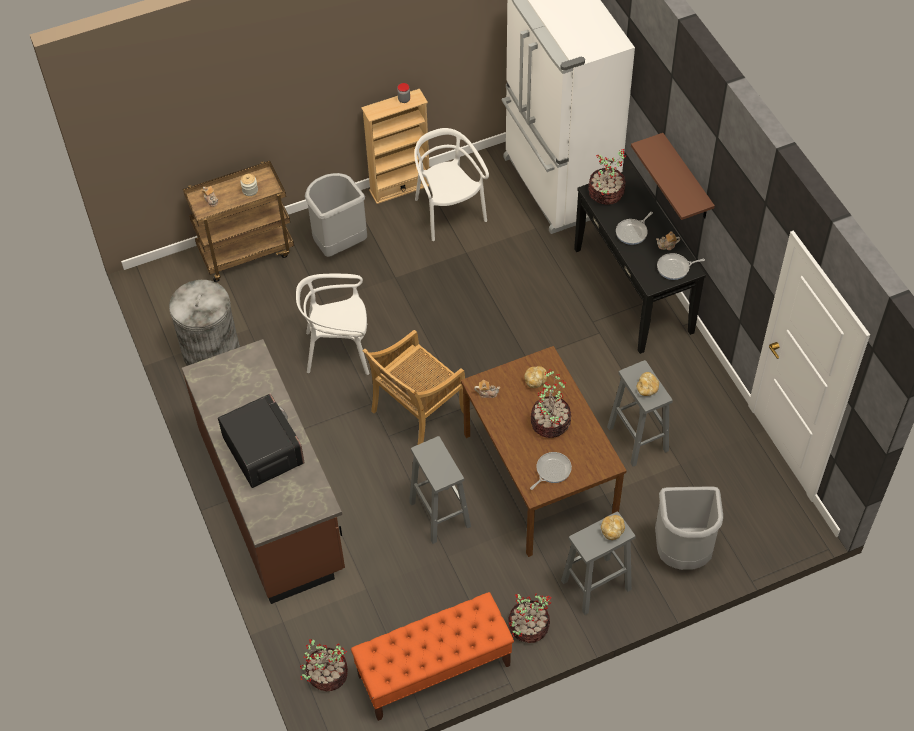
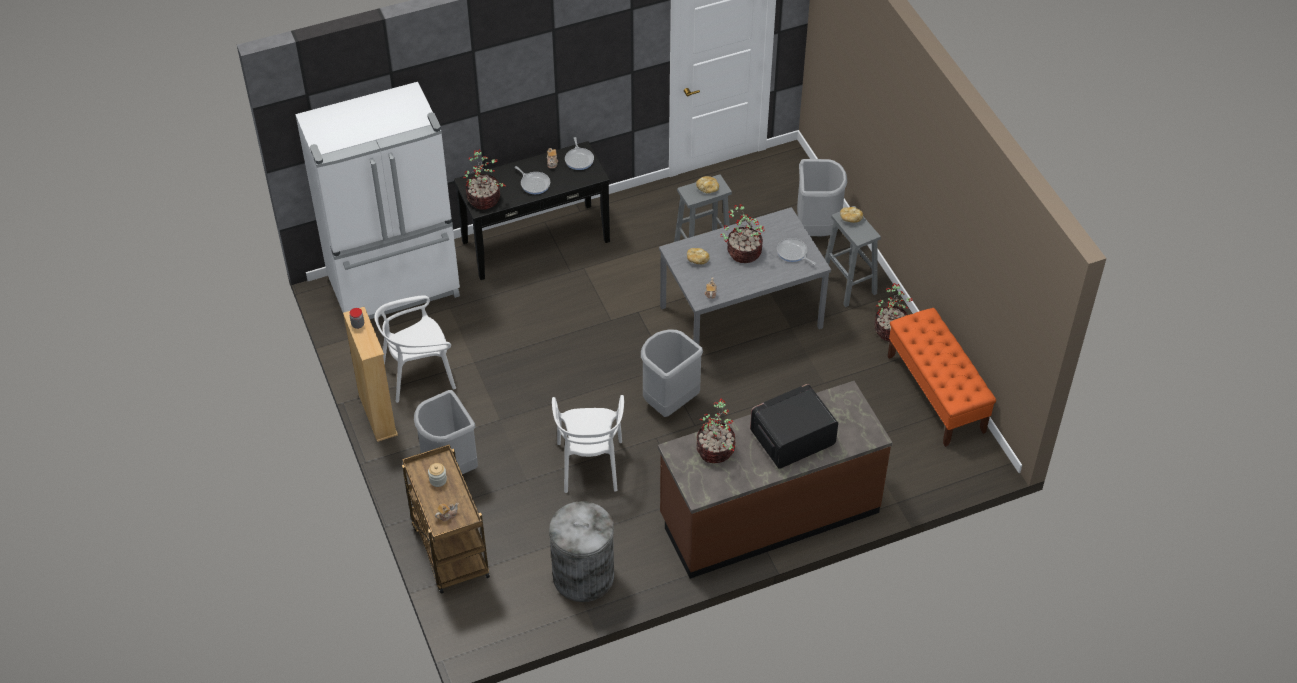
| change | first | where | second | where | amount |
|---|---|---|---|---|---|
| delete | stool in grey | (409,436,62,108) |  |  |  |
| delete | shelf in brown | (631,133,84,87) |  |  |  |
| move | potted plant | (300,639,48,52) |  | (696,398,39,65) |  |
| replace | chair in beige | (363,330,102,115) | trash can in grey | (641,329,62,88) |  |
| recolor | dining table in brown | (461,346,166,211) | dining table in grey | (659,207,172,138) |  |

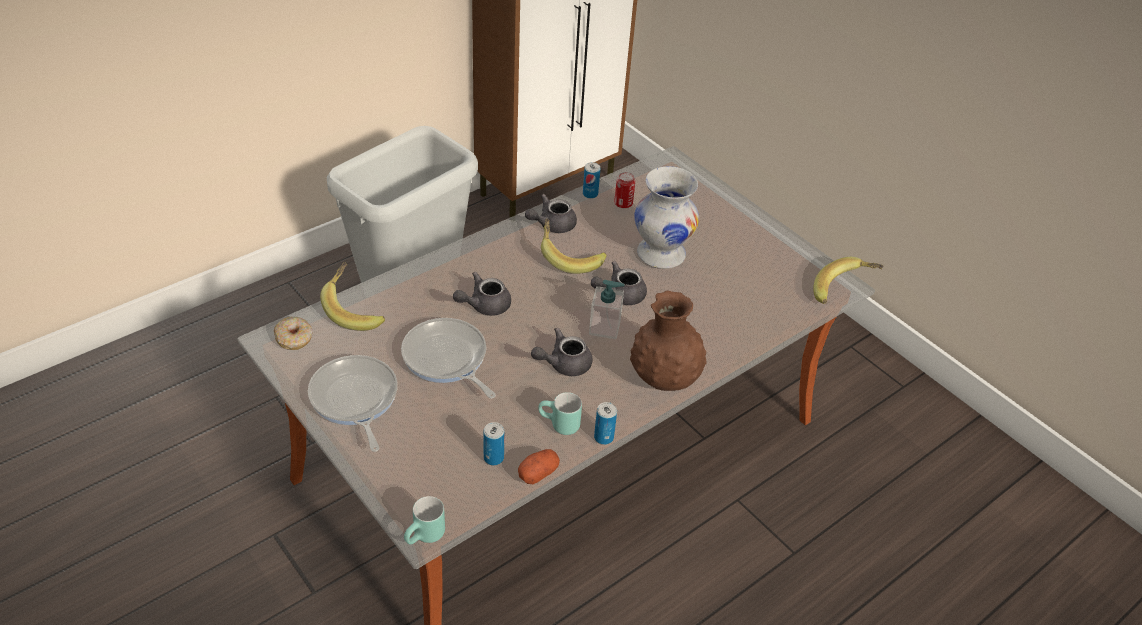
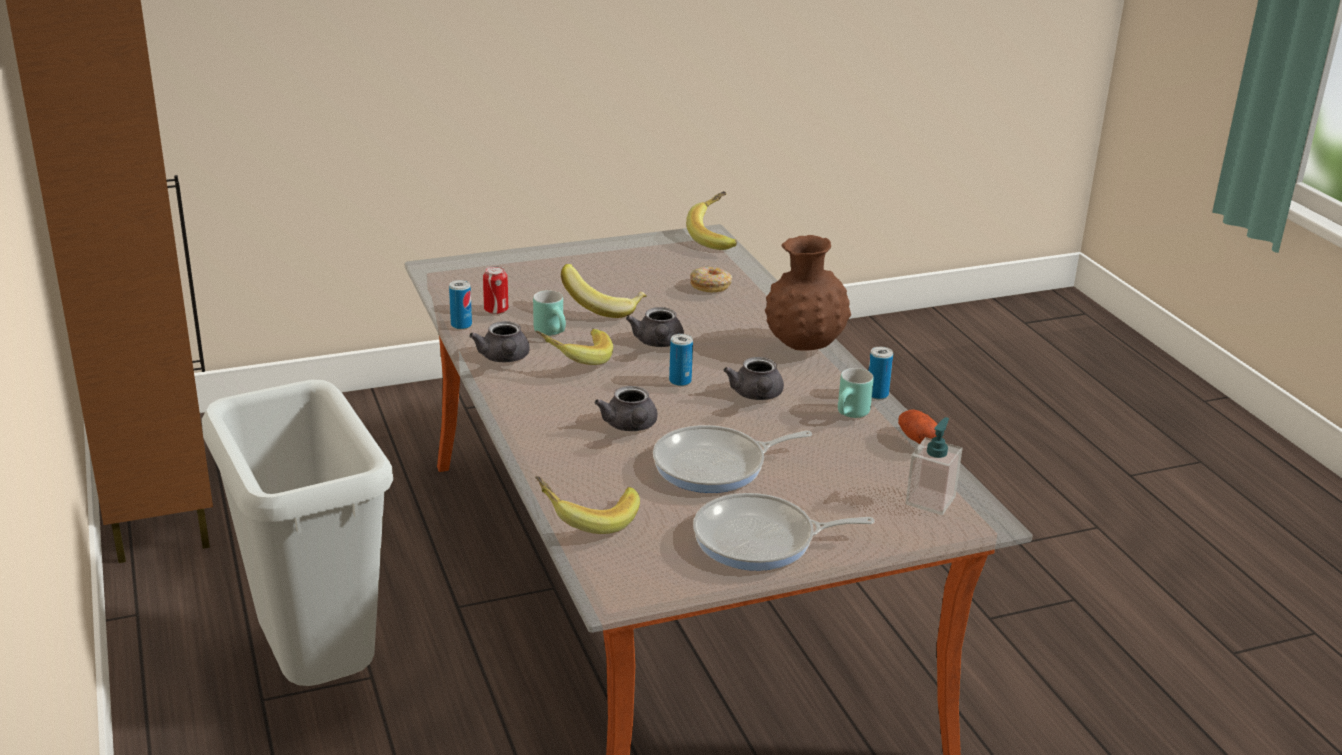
| change | first | where | second | where | amount |
|---|---|---|---|---|---|
| move | donut | (274,317,38,33) |  | (690,267,43,25) |  |
| move | mug in turquoise | (404,496,41,49) |  | (533,290,33,46) |  |
| move | can | (483,422,21,44) |  | (669,334,24,52) |  |
| move | soap dispenser | (589,280,36,59) |  | (906,417,56,98) |  |
| replace | vase in white | (634,166,65,103) | banana | (561,264,86,54) |  |

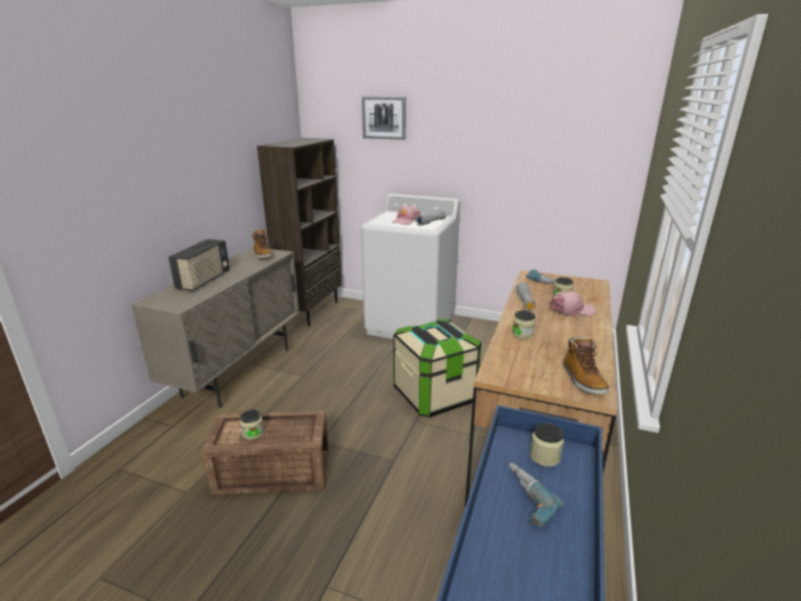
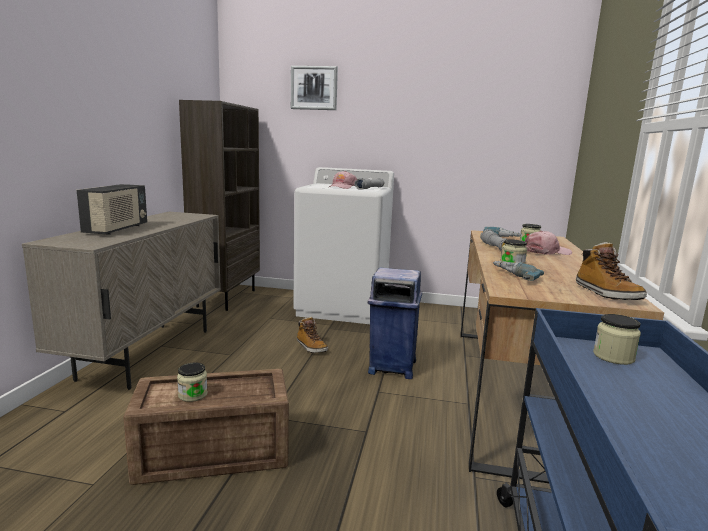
| change | first | where | second | where | amount |
|---|---|---|---|---|---|
| move | boot | (252,229,21,30) |  | (297,317,31,36) |  |
| move | power drill | (509,462,55,66) |  | (493,261,51,20) |  |
| replace | storage box | (393,319,88,98) | trash can in blue | (368,268,54,111) |  |

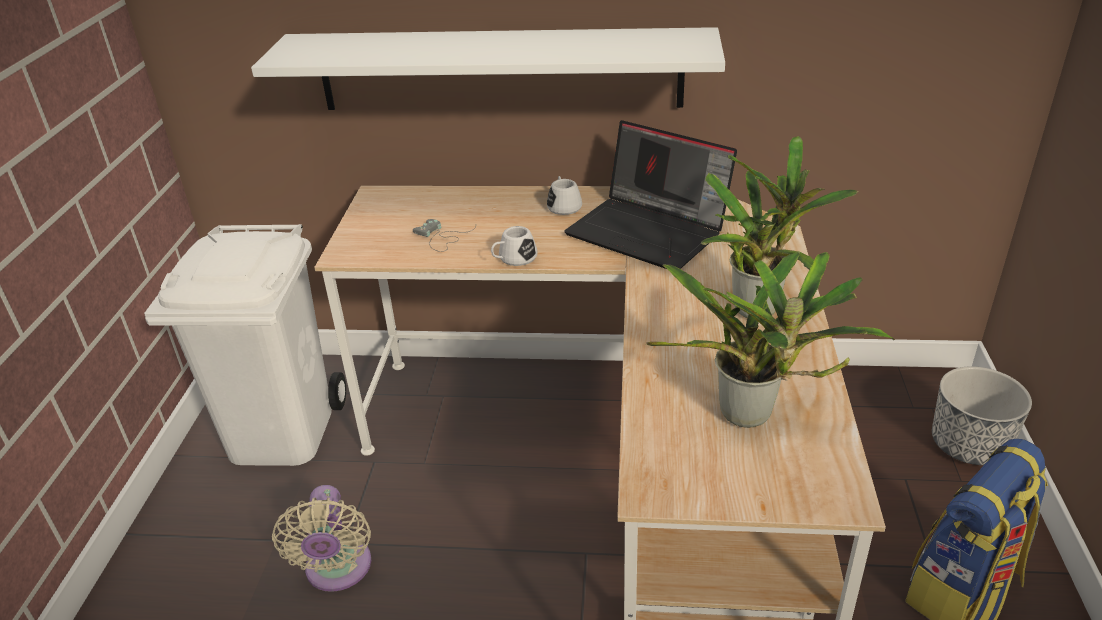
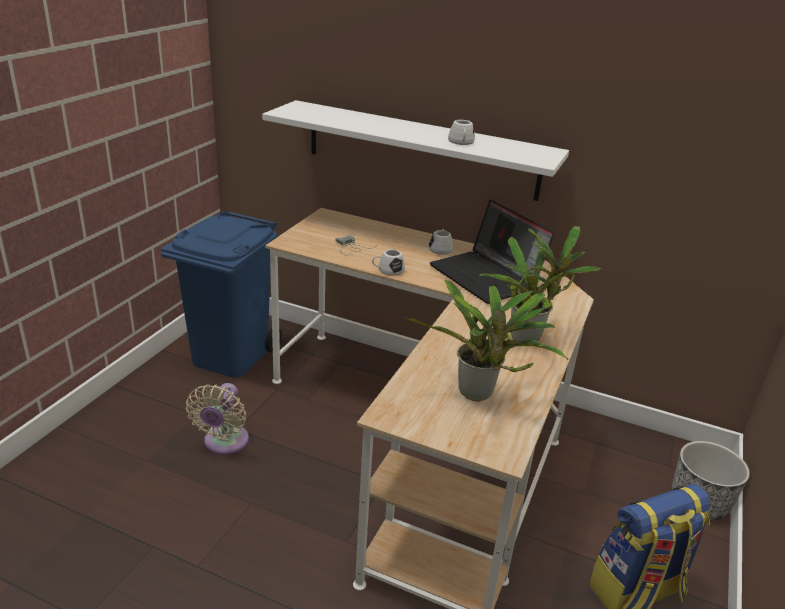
| change | first | where | second | where | amount |
|---|---|---|---|---|---|
| insert |  |  | mug in white | (448,120,27,25) |  |
| recolor | trash can in white | (144,224,202,242) | trash can in blue | (161,212,121,165) |  |

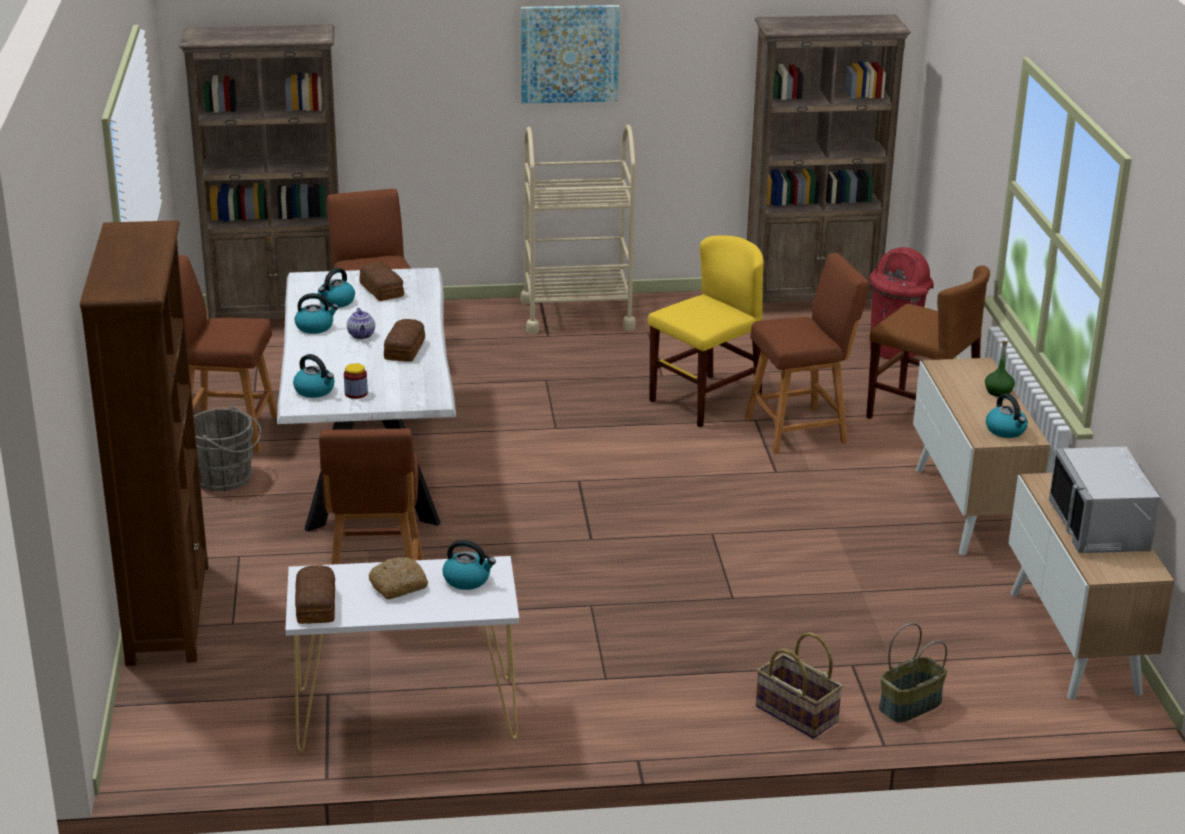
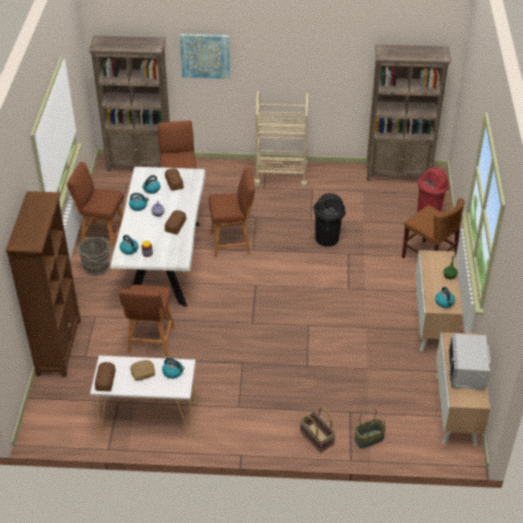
| change | first | where | second | where | amount |
|---|---|---|---|---|---|
| move | picture | (521,5,99,99) |  | (180,34,50,45) |  |
| move | stool in brown | (745,253,124,201) |  | (209,167,46,90) |  |
| replace | chair in yellow | (648,235,116,192) | trash can in black | (314,193,32,54) |  |

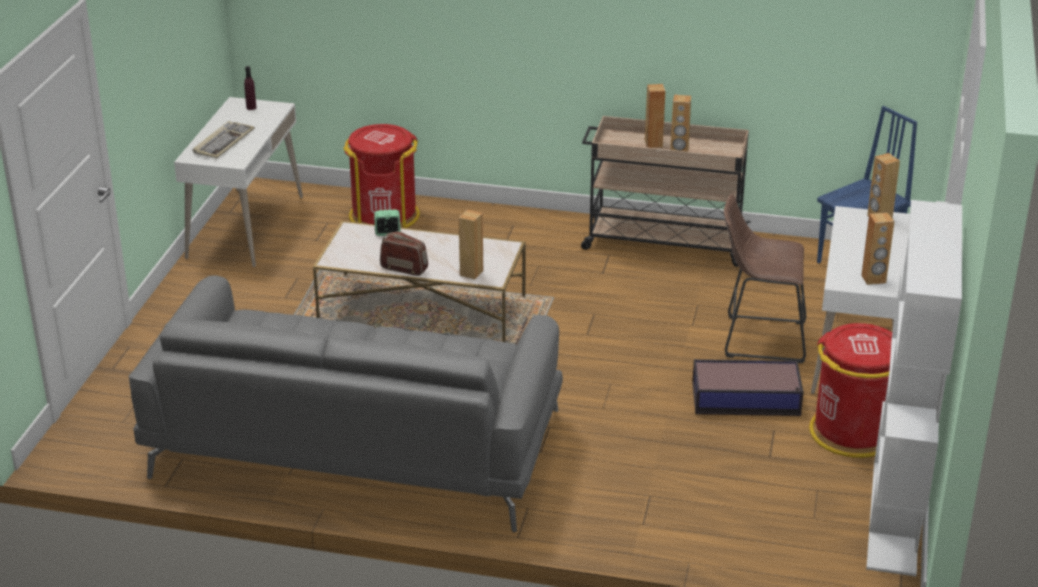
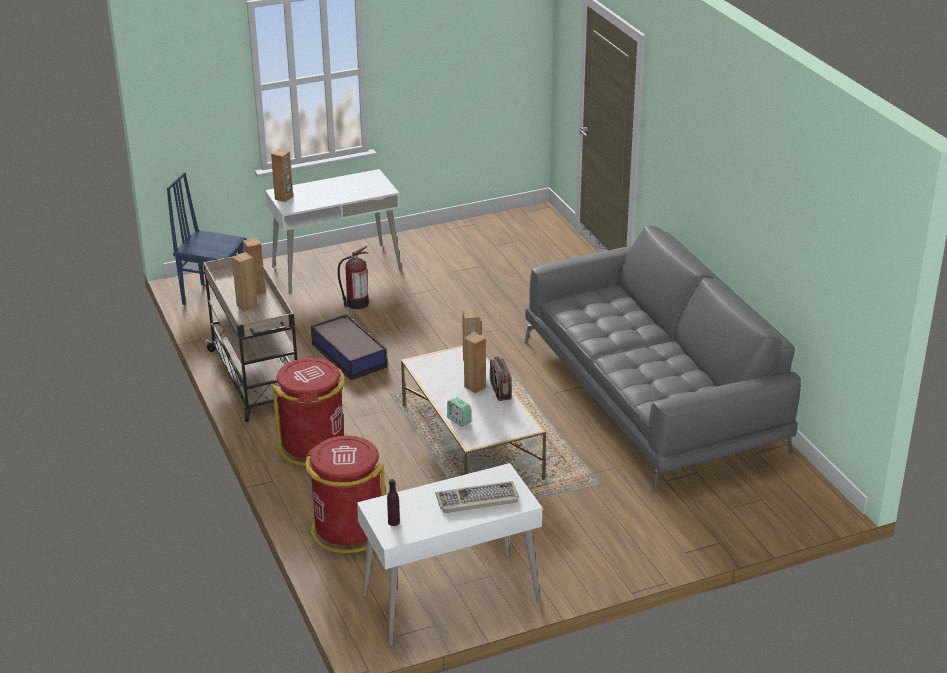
| change | first | where | second | where | amount |
|---|---|---|---|---|---|
| delete | bookcase in white | (866,200,96,376) |  |  |  |
| move | storage box | (692,359,112,57) |  | (311,314,76,66) |  |
| move | trash can in red | (809,323,83,135) |  | (272,358,74,108) |  |
| move | speaker in brown | (861,212,34,73) |  | (464,332,22,61) |  |
| replace | stool in brown | (724,194,82,169) | fire extinguisher | (338,246,31,63) |  |

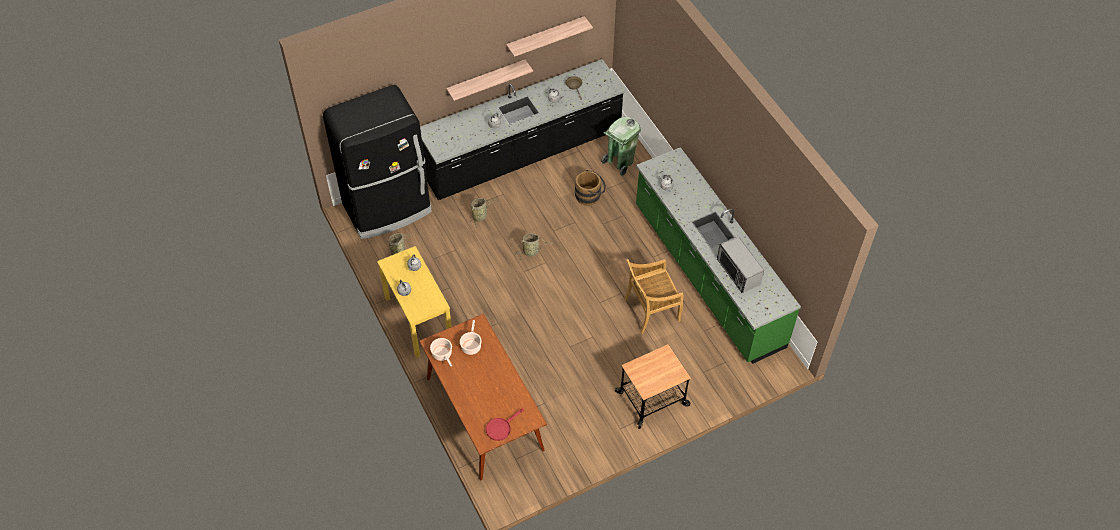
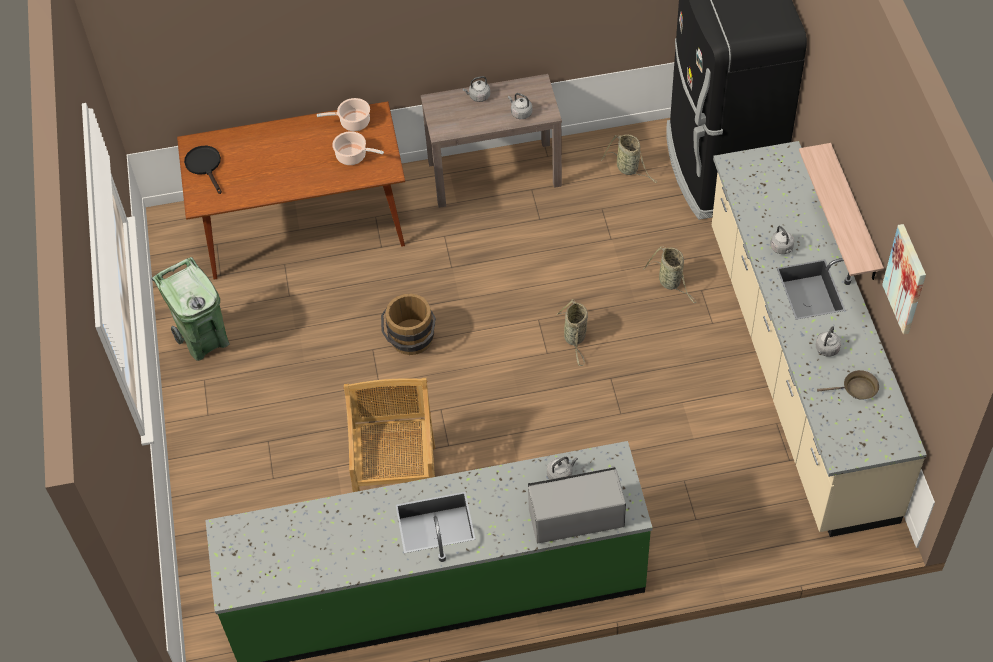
| change | first | where | second | where | amount |
|---|---|---|---|---|---|
| delete | cart | (615,344,76,85) |  |  |  |
| move | bucket in brown | (575,170,31,36) |  | (381,294,55,61) |  |
| move | trash can in green | (601,117,40,59) |  | (151,257,78,104) |  |
| move | microwave | (717,236,47,57) |  | (528,467,98,76) |  |
| replace | shelf | (506,16,87,41) | picture | (882,224,44,110) |  |
| recolor | console table in yellow | (377,246,75,112) | console table in brown | (421,74,141,134) |  |
| recolor | counter in black | (420,59,206,141) | counter in beige | (712,141,215,396) |  |
| recolor | frying pan in red | (486,408,37,33) | frying pan in black | (184,146,38,48) |  |

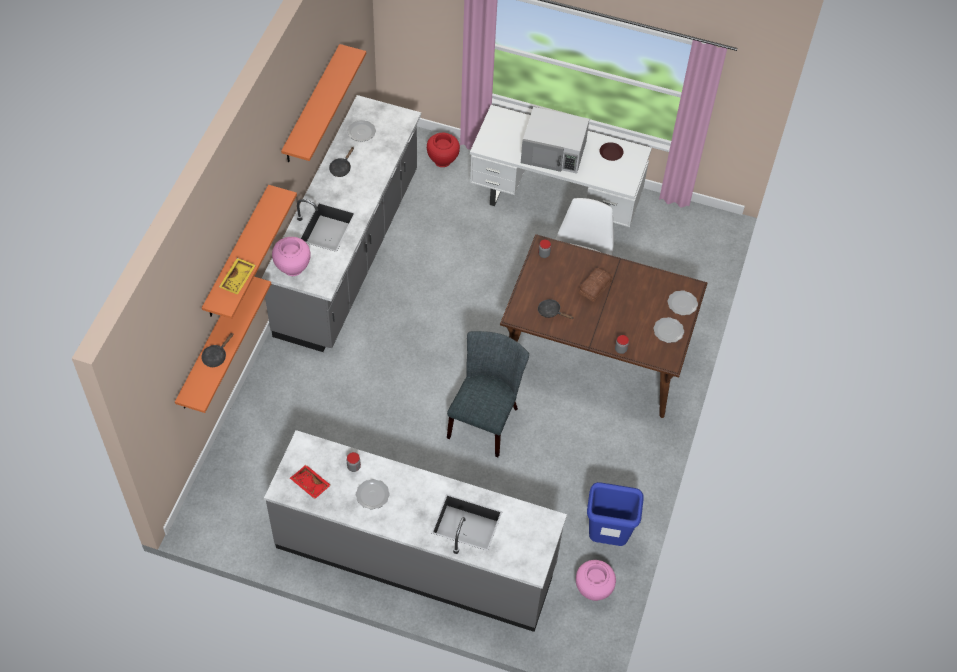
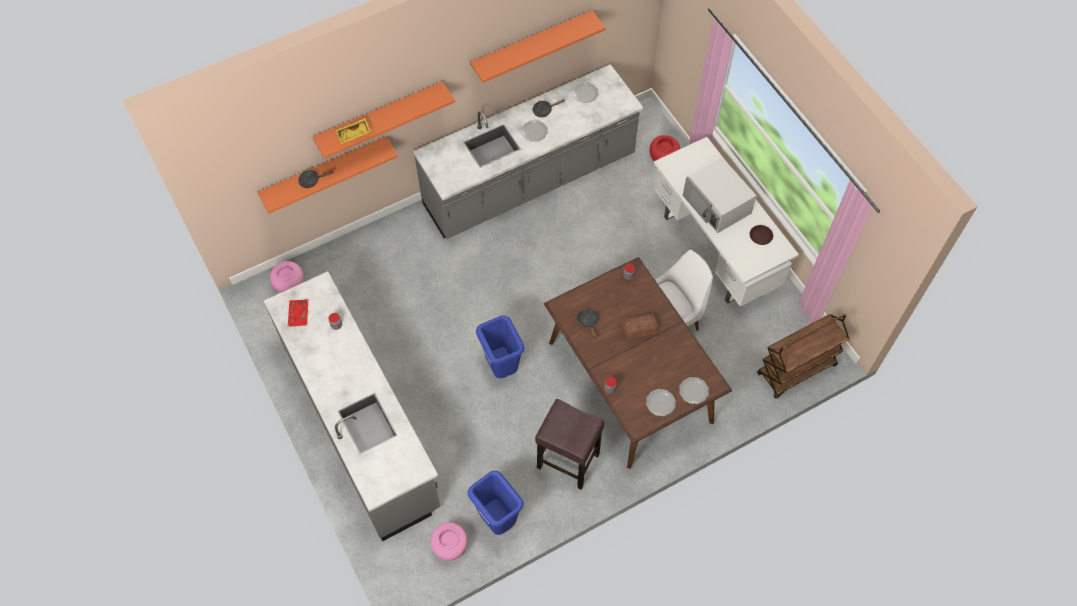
| change | first | where | second | where | amount |
|---|---|---|---|---|---|
| insert |  |  | stool in brown | (535,399,70,91) |  |
| insert |  |  | cart in brown | (757,314,92,85) |  |
| move | vase in pink | (272,237,39,39) |  | (270,261,33,32) |  |
| move | plate | (356,479,34,30) |  | (521,120,27,21) |  |
| replace | chair in grey | (447,331,82,126) | trash can in blue | (476,315,49,63) |  |

